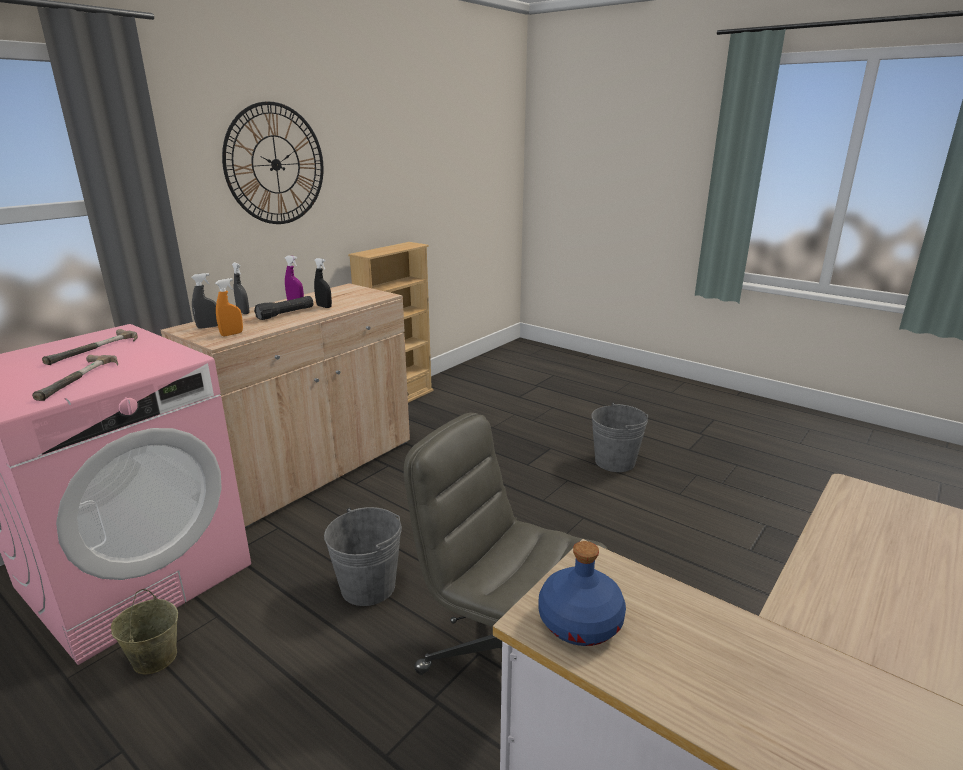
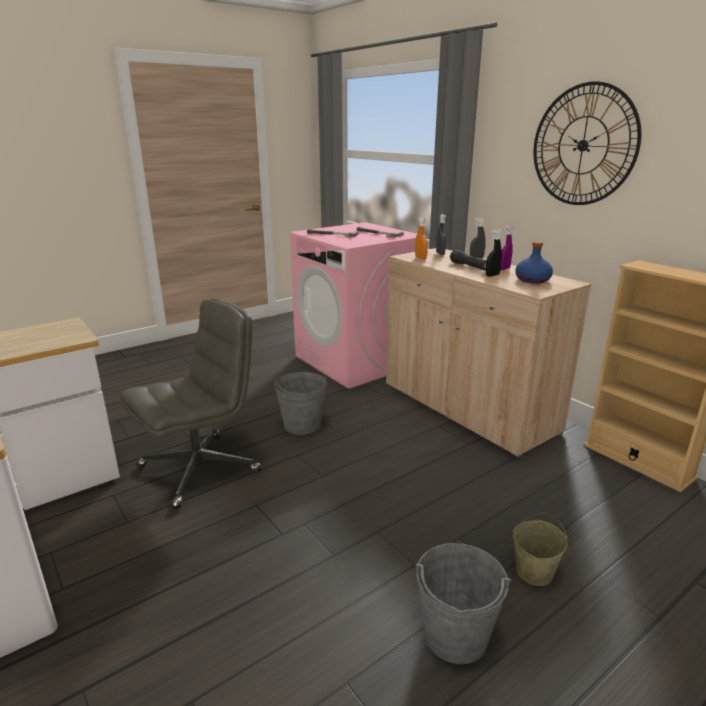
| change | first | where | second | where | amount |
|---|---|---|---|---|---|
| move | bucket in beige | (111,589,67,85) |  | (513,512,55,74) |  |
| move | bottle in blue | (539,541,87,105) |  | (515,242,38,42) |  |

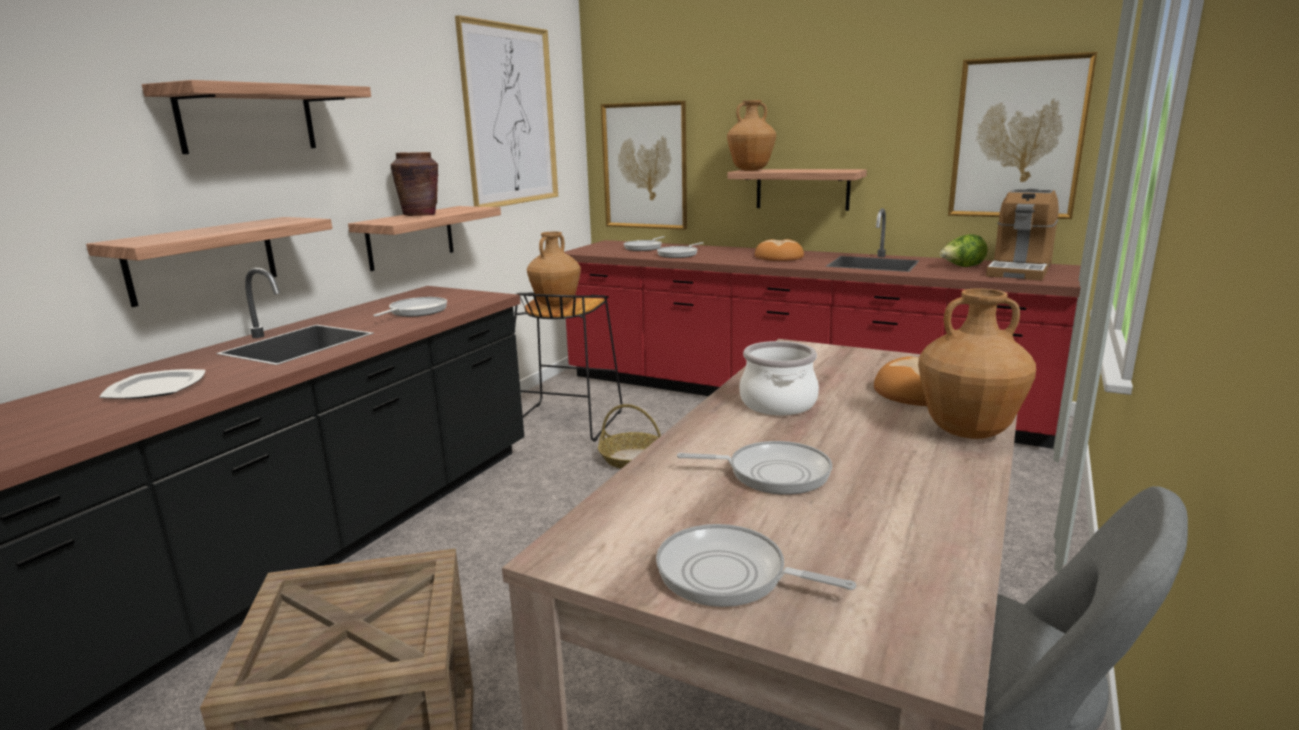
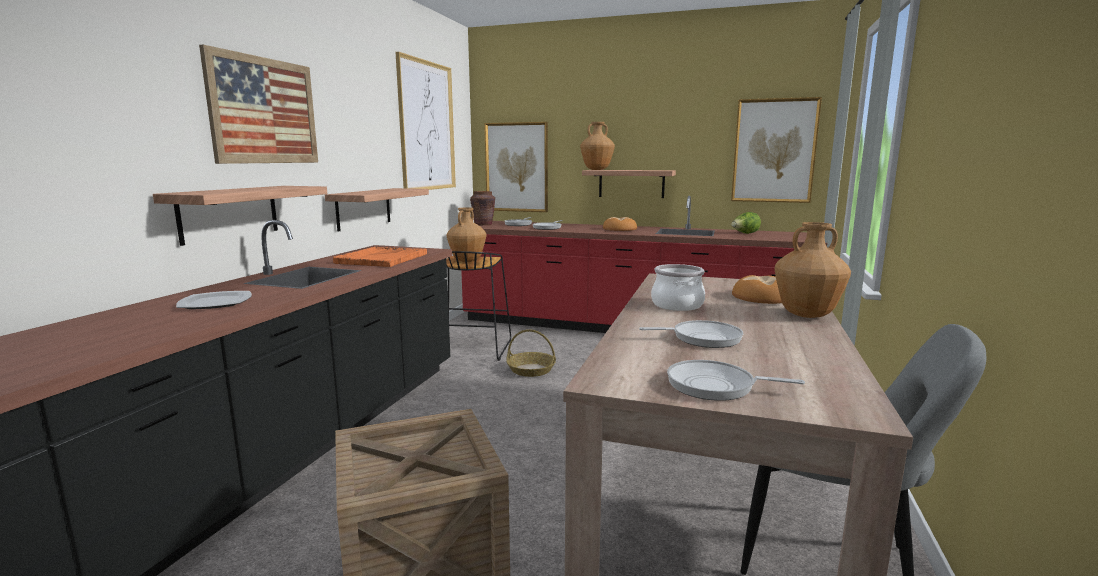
| change | first | where | second | where | amount |
|---|---|---|---|---|---|
| delete | coffee machine | (986,188,73,93) |  |  |  |
| move | vase in brown | (390,152,48,64) |  | (470,191,25,34) |  |
| replace | shelf | (142,80,229,74) | picture | (199,45,119,119) |  |
| replace | frying pan | (373,297,74,20) | tray in orange | (333,247,94,20) |  |

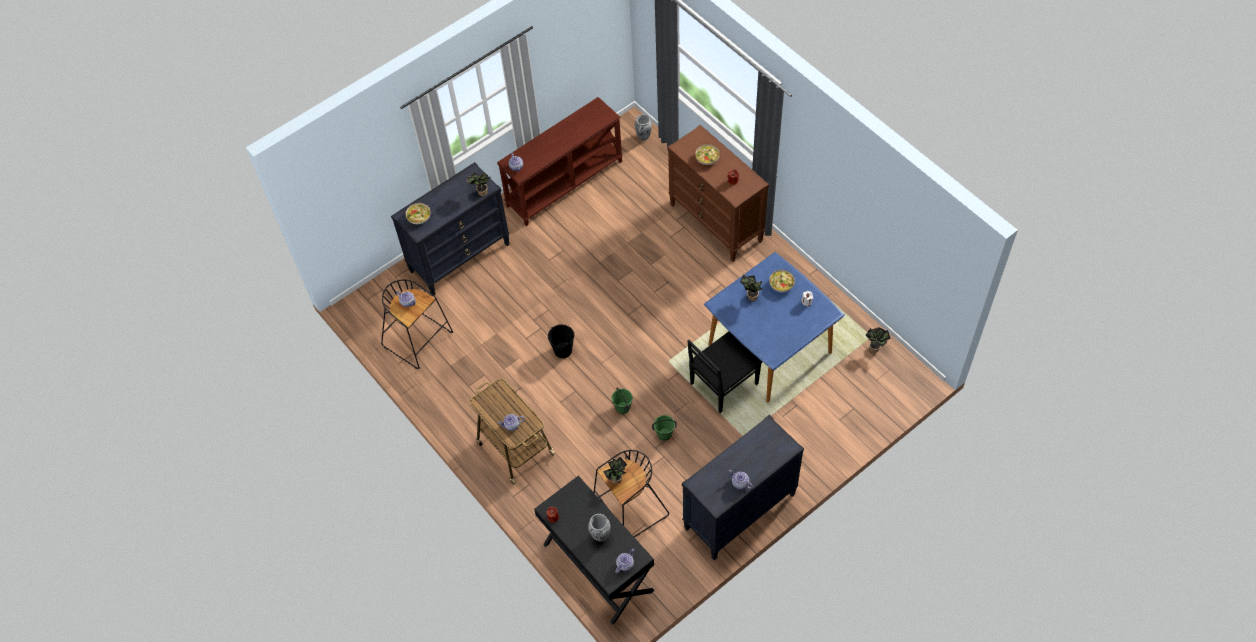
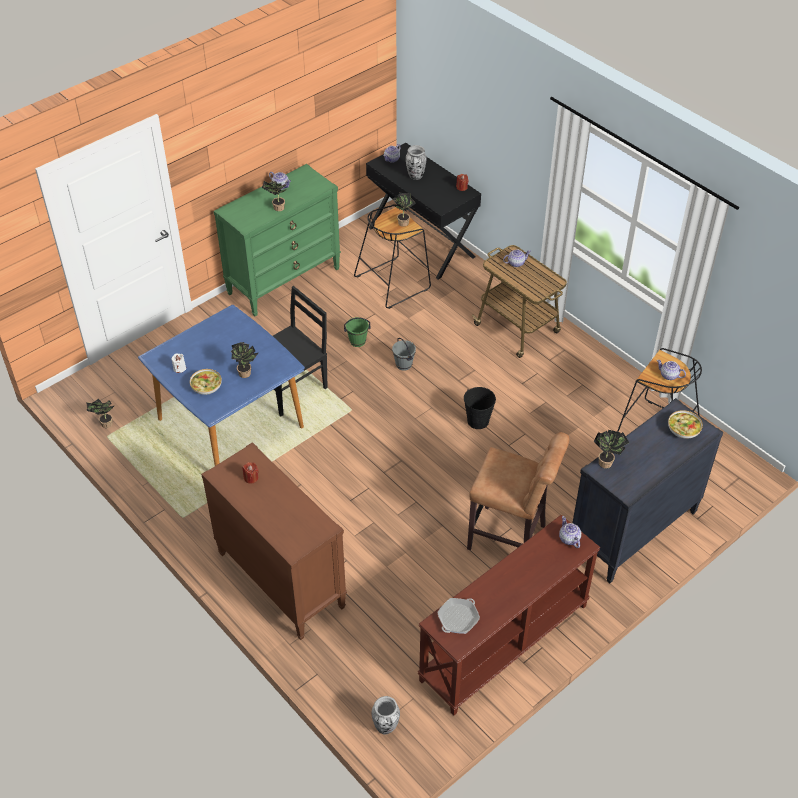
| change | first | where | second | where | amount |
|---|---|---|---|---|---|
| delete | bowl | (695,144,25,21) |  |  |  |
| insert |  |  | potted plant | (262,181,25,30) |  |
| insert |  |  | frying pan | (437,598,43,36) |  |
| insert |  |  | stool in brown | (467,432,102,118) |  |
| recolor | bucket in green | (611,388,22,26) | bucket in grey | (392,338,24,33) |  |
| recolor | dresser in black | (682,415,122,145) | dresser in green | (213,164,128,152) |  |

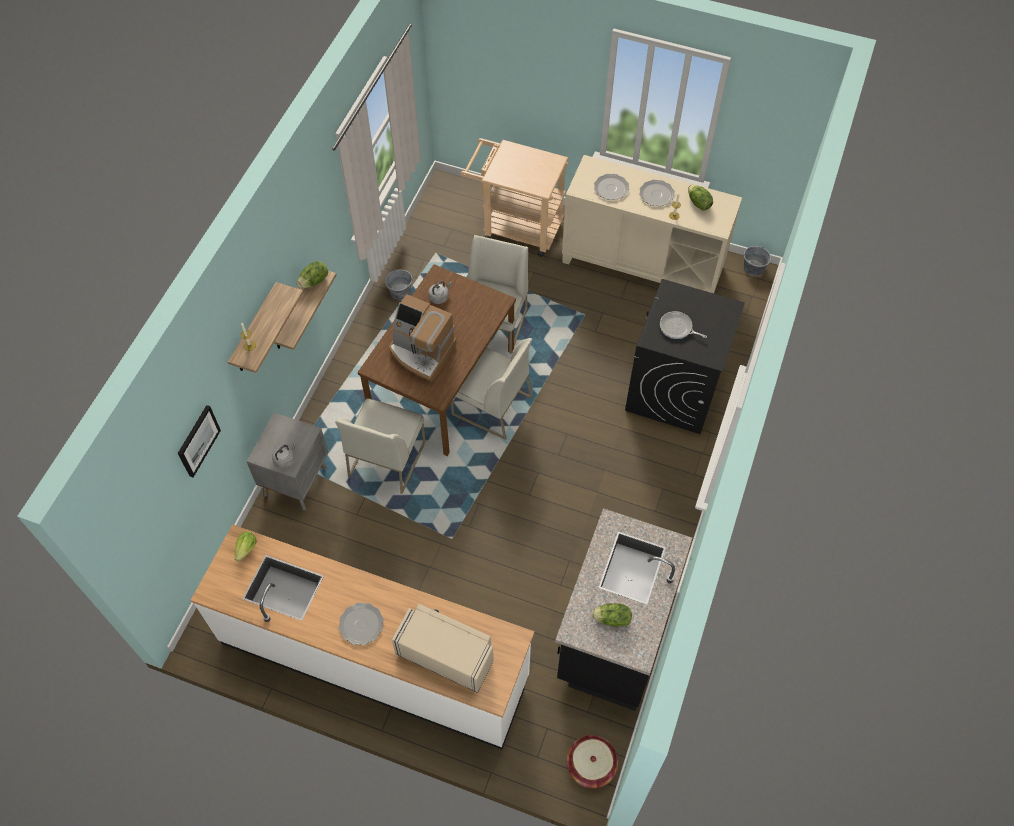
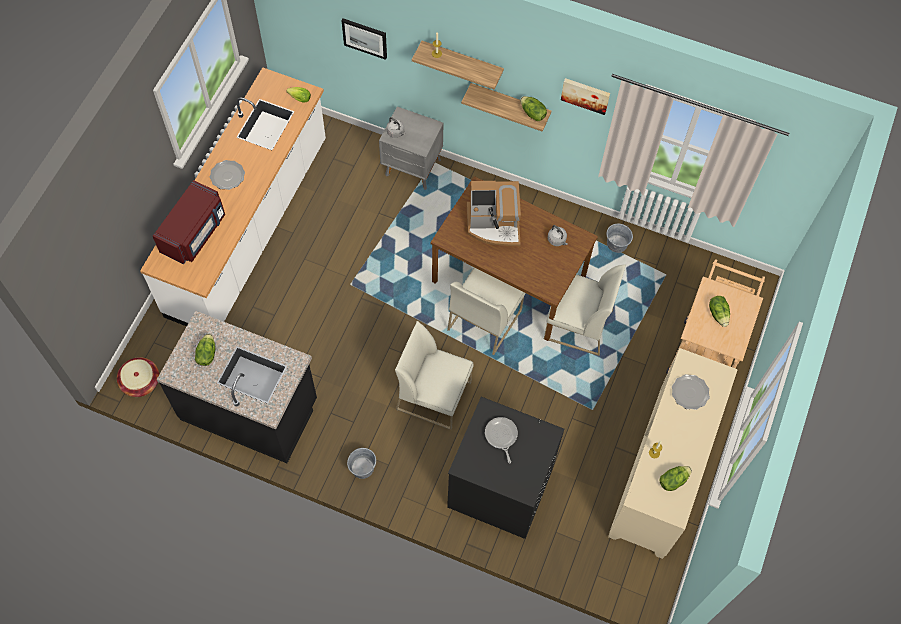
| change | first | where | second | where | amount |
|---|---|---|---|---|---|
| delete | plate | (639,180,36,27) |  |  |  |
| insert |  |  | picture | (561,78,49,37) |  |
| insert |  |  | lettuce | (709,296,21,31) |  |
| move | chair in white | (335,398,91,96) |  | (395,321,79,109) |  |
| move | bucket in grey | (744,244,27,32) |  | (347,448,29,31) |  |
| recolor | microwave in beige | (392,604,102,89) | microwave in red | (153,180,72,84) |  |
| rotate | coffee machine | (389,294,68,88) |  | (467,181,54,65) | 120 degrees counterclockwise |
| rotate | frying pan | (660,311,47,28) |  | (485,417,33,46) | 45 degrees counterclockwise |

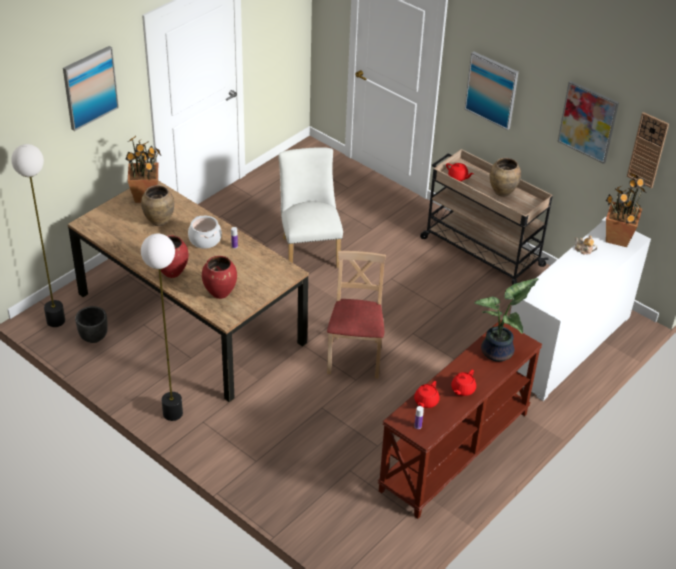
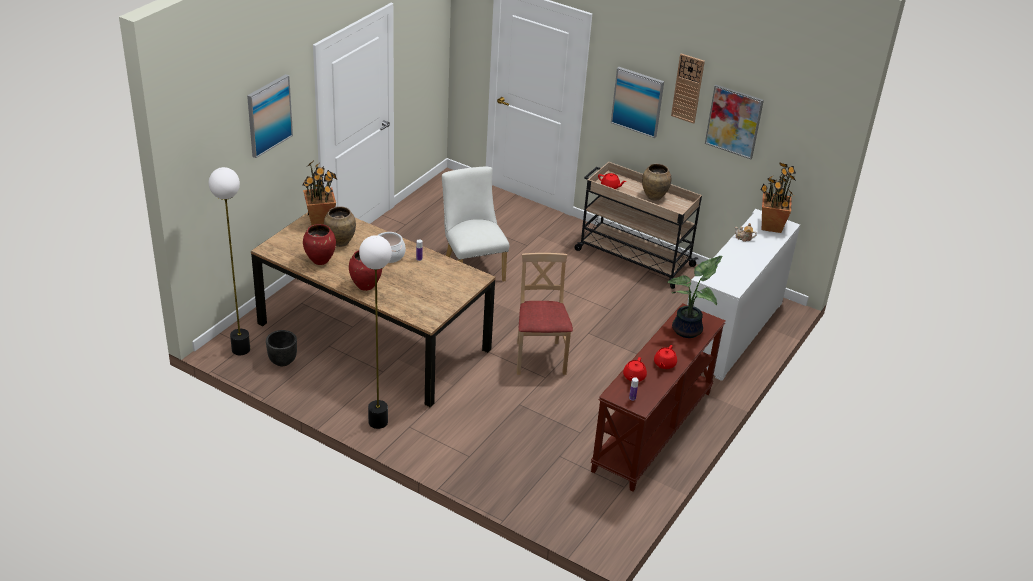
| change | first | where | second | where | amount |
|---|---|---|---|---|---|
| move | vase in red | (202,256,35,43) |  | (303,224,33,41) |  |
| move | wall clock | (627,112,42,76) |  | (671,54,34,70) |  |

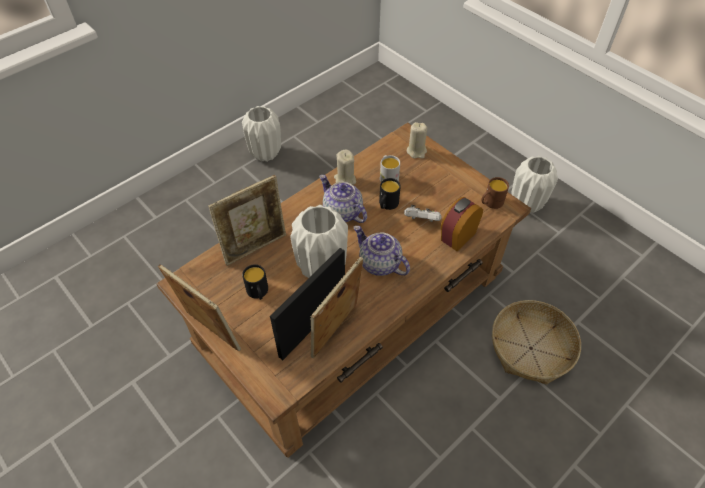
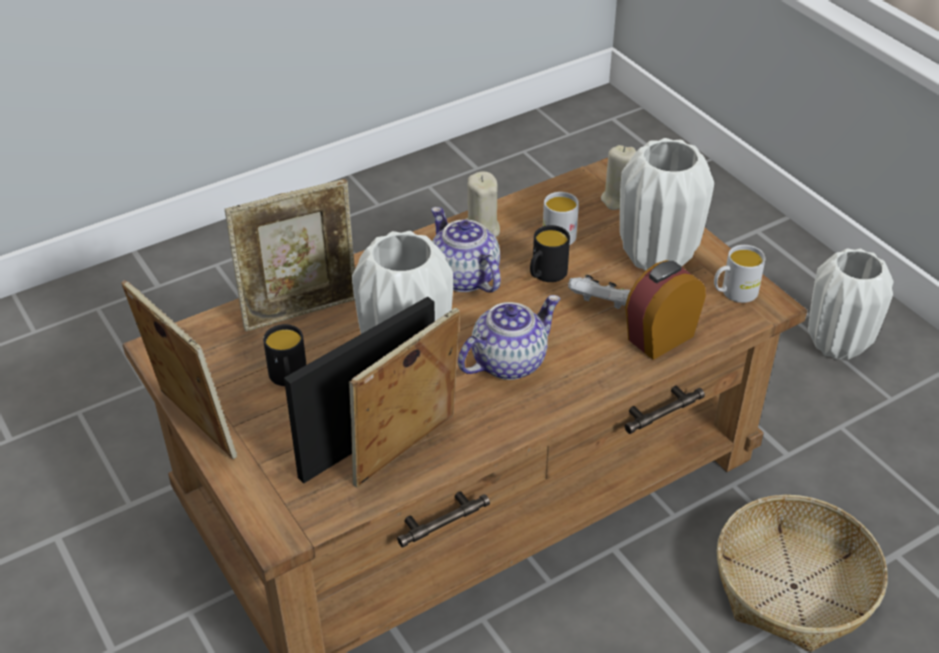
| change | first | where | second | where | amount |
|---|---|---|---|---|---|
| move | vase in white | (242,106,39,56) |  | (620,138,94,133) |  |
| recolor | mug in brown | (481,177,28,32) | mug in white | (714,245,52,58) |  |
| rotate | teapot | (354,226,56,50) |  | (458,295,103,85) | 90 degrees clockwise |

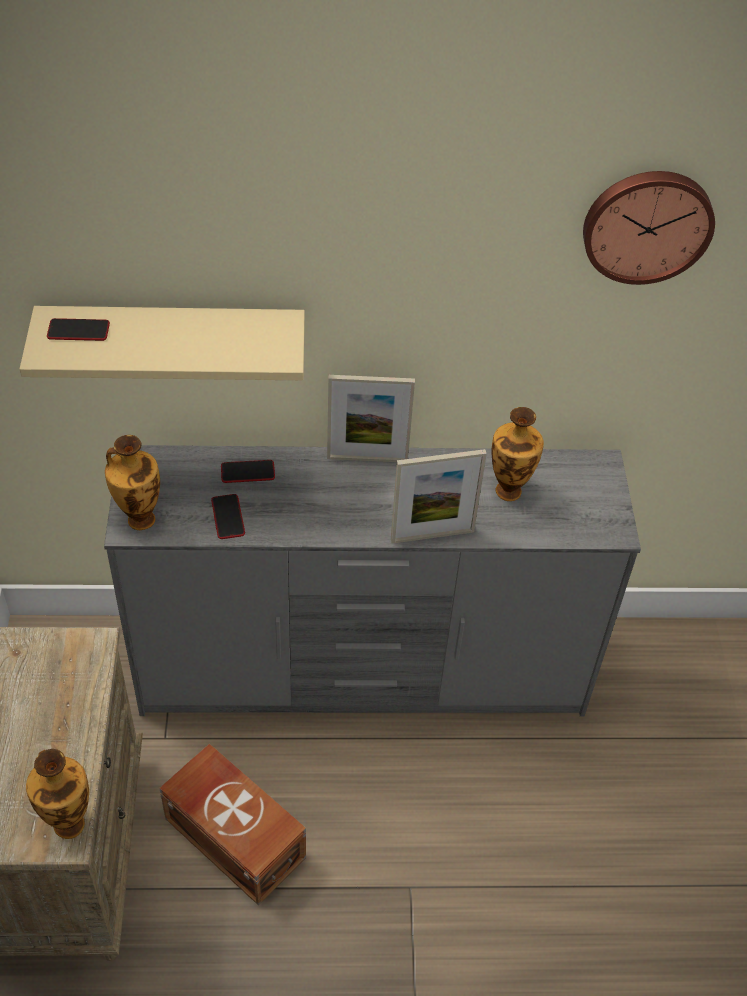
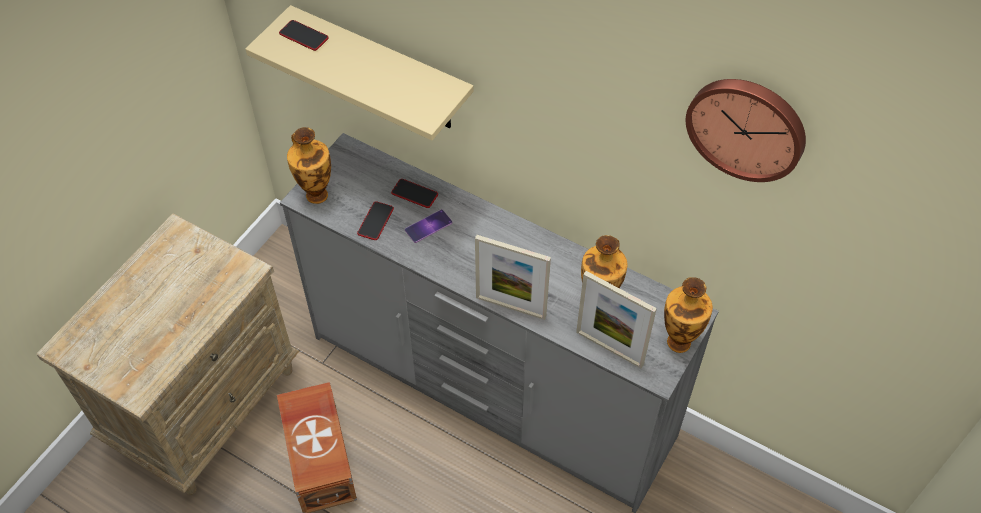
| change | first | where | second | where | amount |
|---|---|---|---|---|---|
| insert |  |  | phone | (405,209,47,34) |  |
| move | vase | (26,749,63,90) |  | (664,277,49,76) |  |
| move | picture frame | (327,375,88,87) |  | (576,271,81,97) |  |

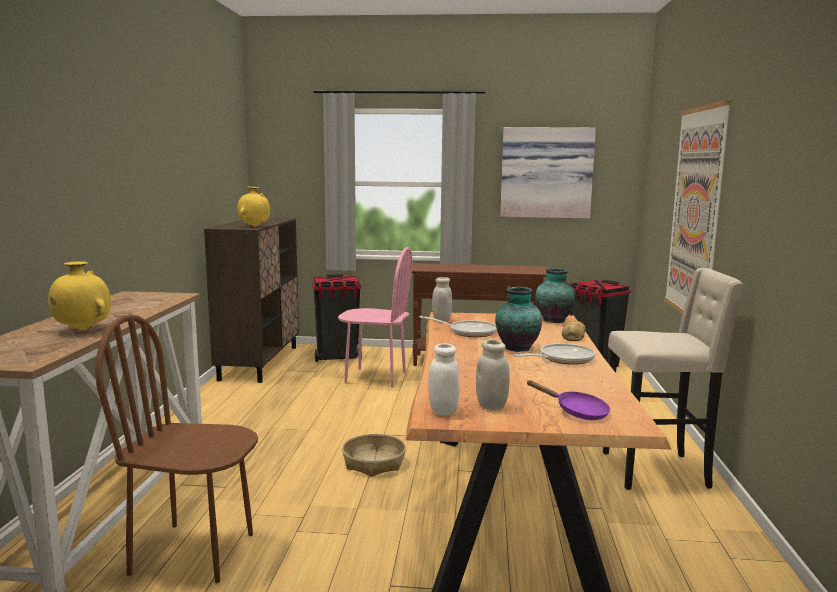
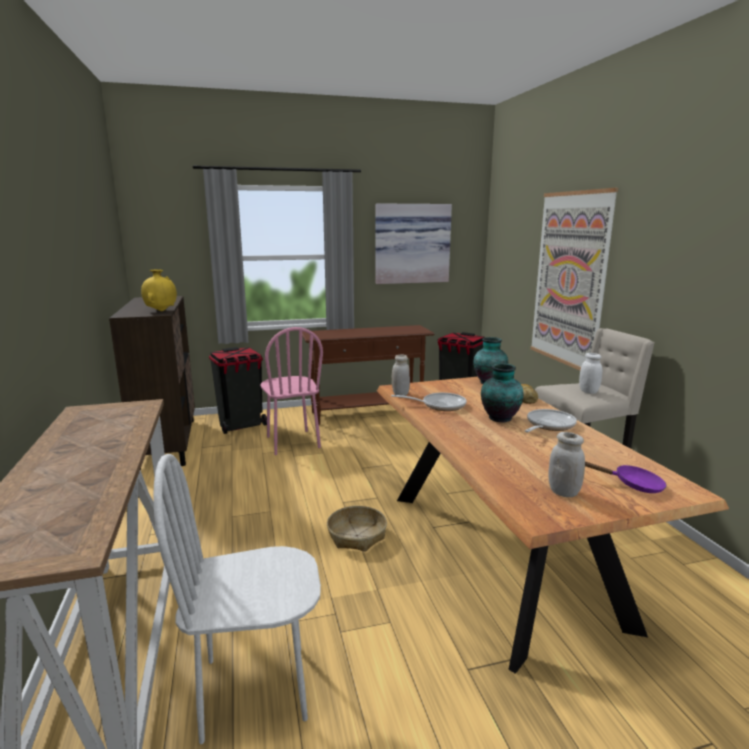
| change | first | where | second | where | amount |
|---|---|---|---|---|---|
| delete | vase in yellow | (48,261,63,70) |  |  |  |
| move | jar in white | (428,344,31,72) |  | (579,353,23,41) |  |
| recolor | chair in brown | (95,314,163,269) | chair in white | (153,454,168,290) |  |
| rotate | chair in pink | (338,247,74,141) |  | (260,327,63,128) | 75 degrees clockwise |

